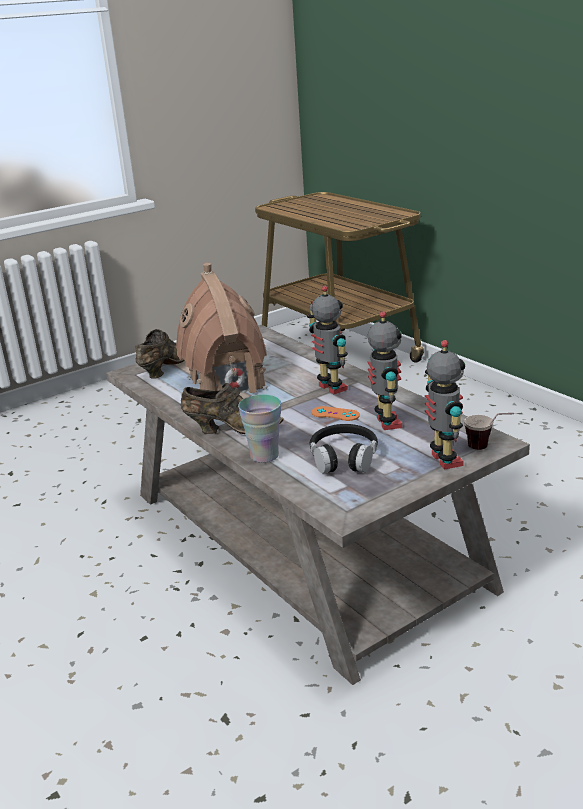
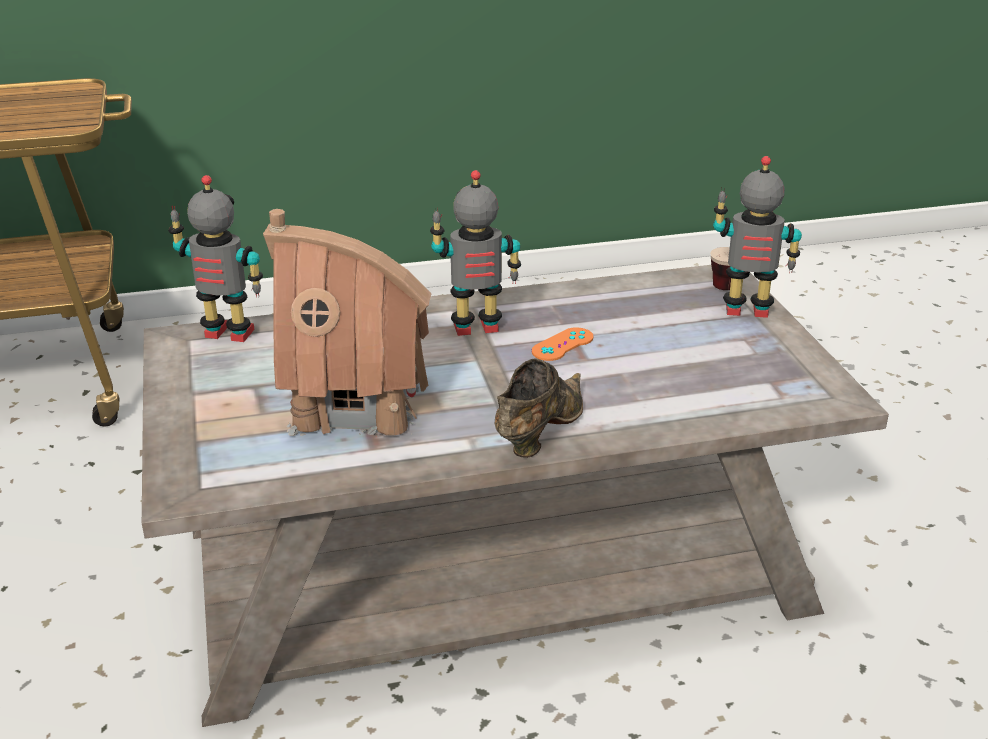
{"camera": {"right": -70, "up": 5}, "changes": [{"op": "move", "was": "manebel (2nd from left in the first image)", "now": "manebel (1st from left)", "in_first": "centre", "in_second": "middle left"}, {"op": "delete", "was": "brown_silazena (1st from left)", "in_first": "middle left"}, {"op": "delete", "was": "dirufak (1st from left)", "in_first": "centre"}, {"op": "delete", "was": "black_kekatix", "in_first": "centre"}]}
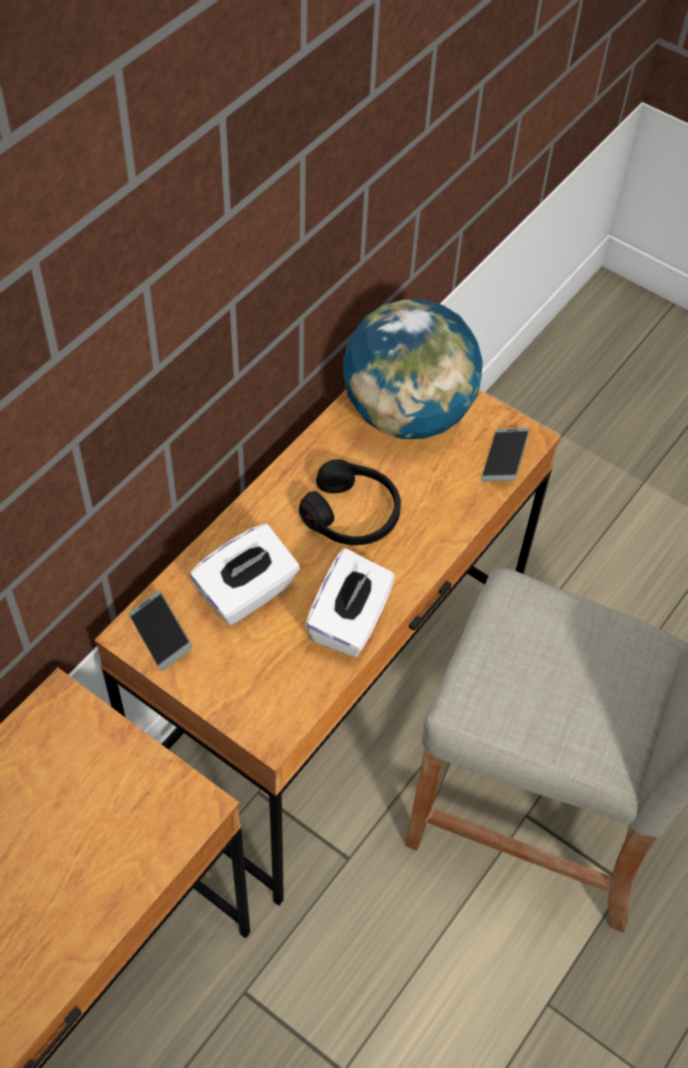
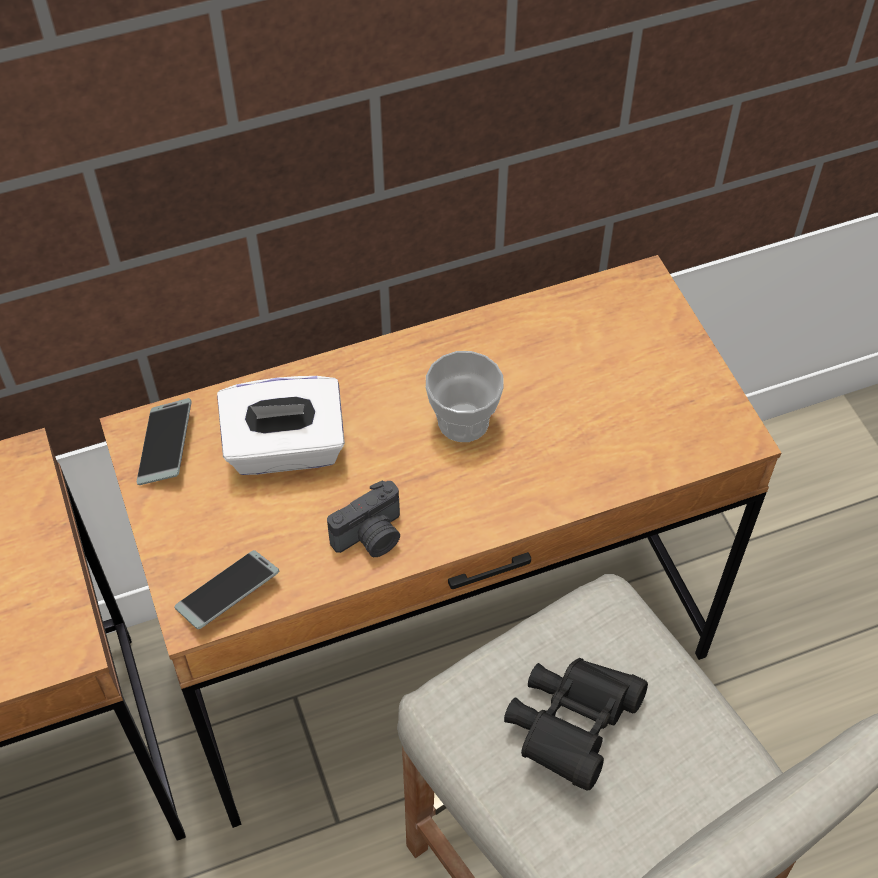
{"camera": {"right": 35, "up": 0}, "changes": [{"op": "delete", "was": "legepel", "in_first": "centre"}, {"op": "move", "was": "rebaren (2nd from left)", "in_first": "middle right", "in_second": "bottom left"}, {"op": "replace", "was": "black_kekatix", "now": "dirufak", "in_first": "centre", "in_second": "centre"}, {"op": "replace", "was": "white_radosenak (2nd from left)", "now": "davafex", "in_first": "centre", "in_second": "centre"}, {"op": "insert", "now": "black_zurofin", "in_second": "bottom centre"}]}
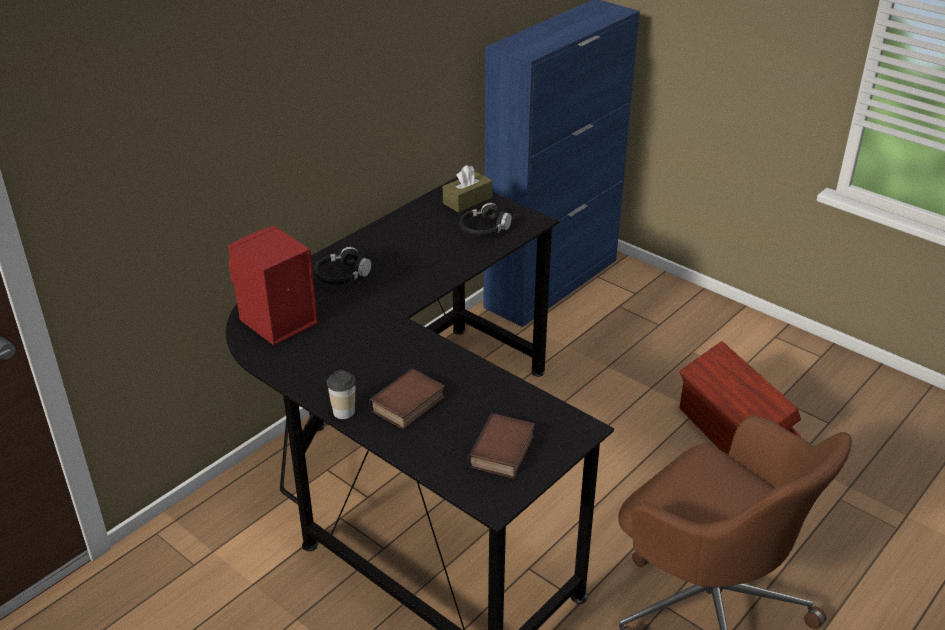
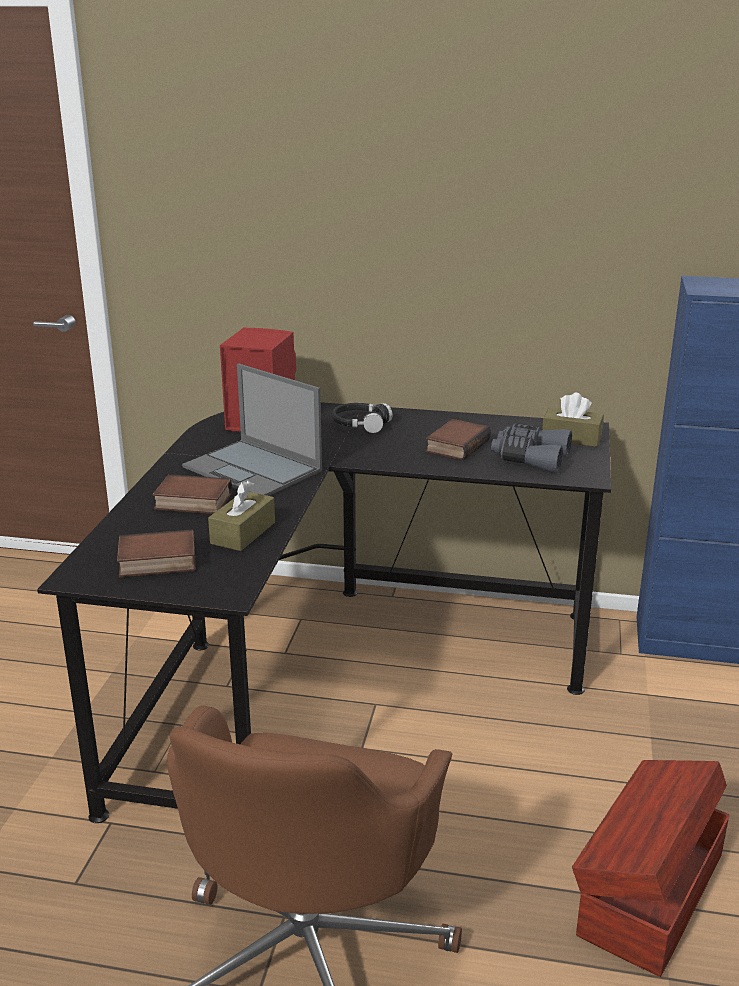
{"camera": {"right": 60, "up": -10}, "changes": [{"op": "replace", "was": "black_kekatix (2nd from left)", "now": "grey_zurofin", "in_first": "centre", "in_second": "middle right"}, {"op": "delete", "was": "dirufak", "in_first": "centre"}, {"op": "insert", "now": "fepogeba", "in_second": "centre"}, {"op": "insert", "now": "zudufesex (3rd from left)", "in_second": "centre"}, {"op": "insert", "now": "brown_radosenak (1st from left)", "in_second": "middle left"}]}
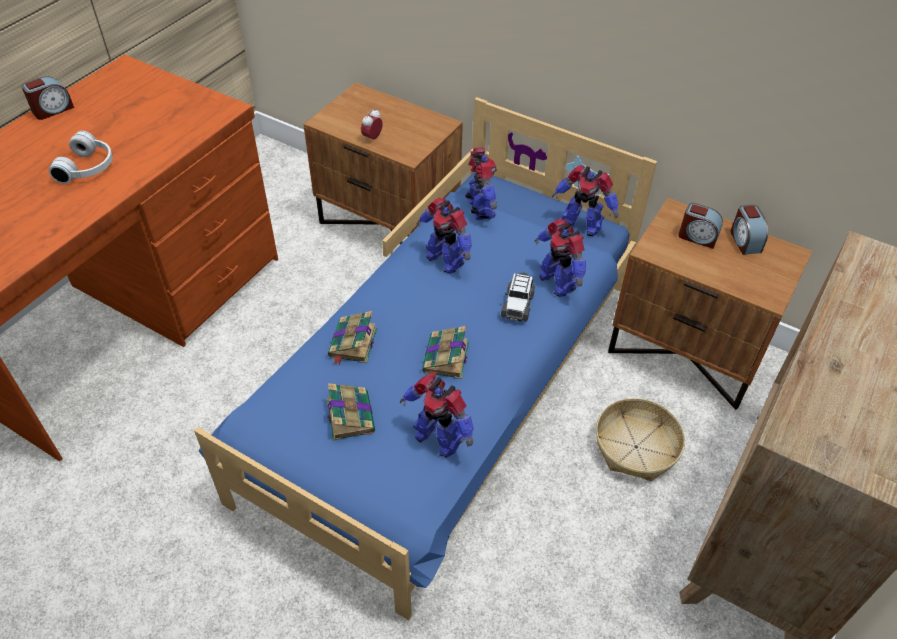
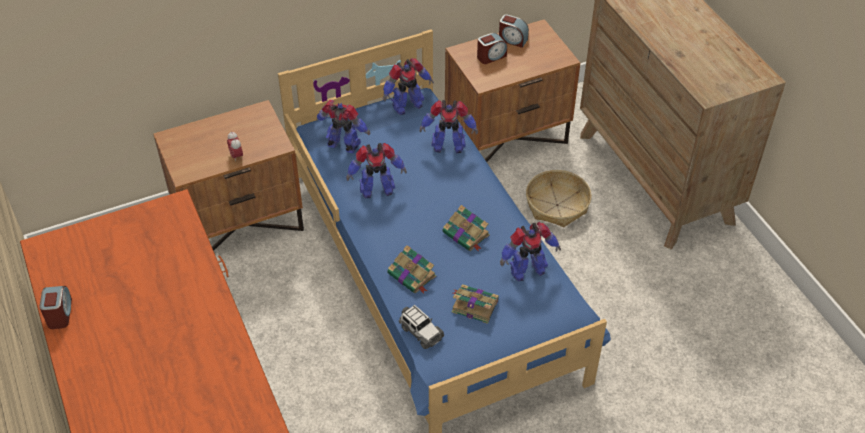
{"camera": {"right": -55, "up": 0}, "changes": [{"op": "delete", "was": "white_kekatix", "in_first": "top left"}, {"op": "move", "was": "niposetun", "in_first": "centre", "in_second": "bottom centre"}]}
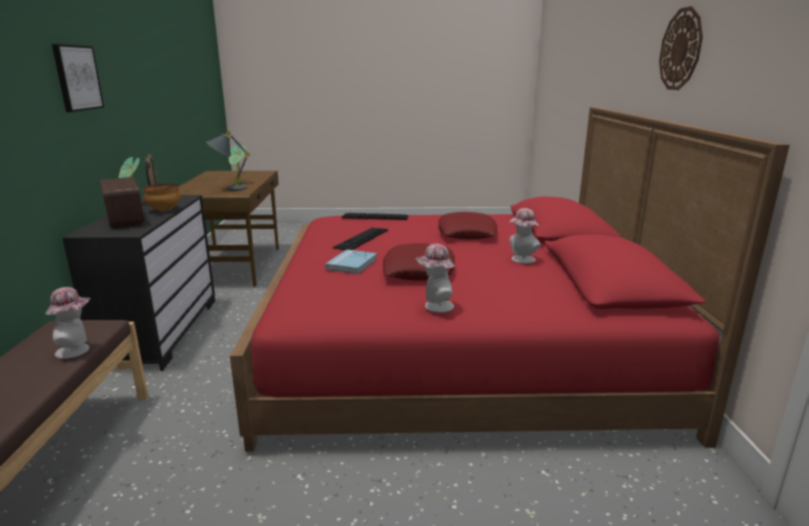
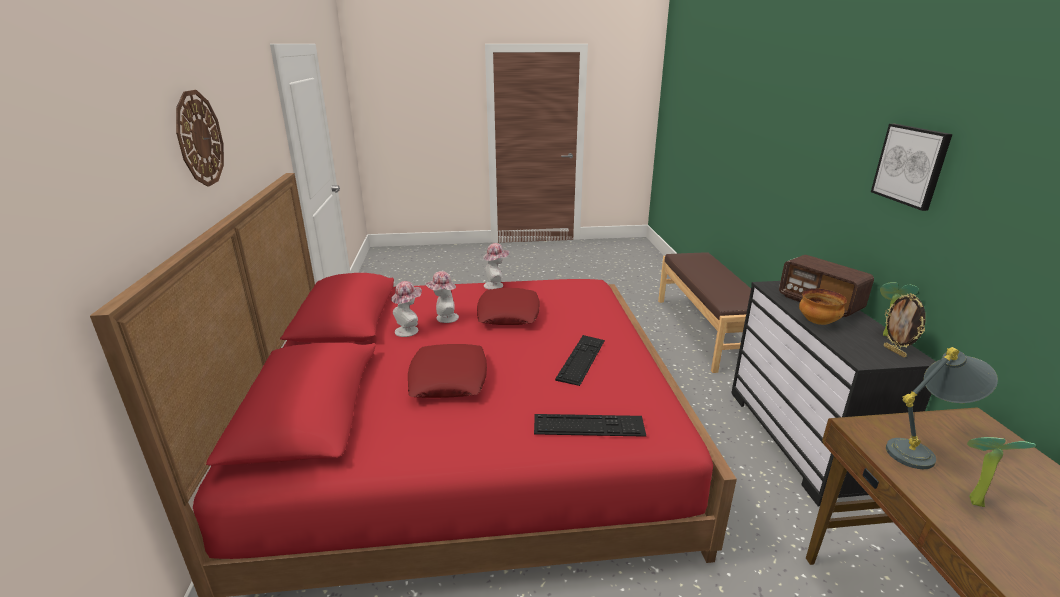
{"camera": {"right": 175, "up": 5}, "changes": [{"op": "delete", "was": "blue_zudufesex", "in_first": "centre"}, {"op": "move", "was": "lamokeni (1st from left in the first image)", "now": "lamokeni (2nd from left)", "in_first": "middle left", "in_second": "centre"}]}
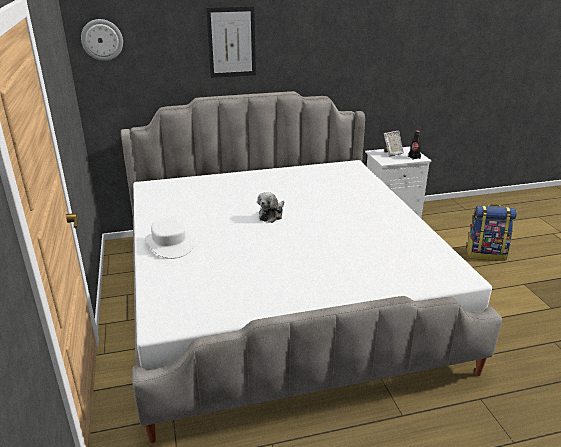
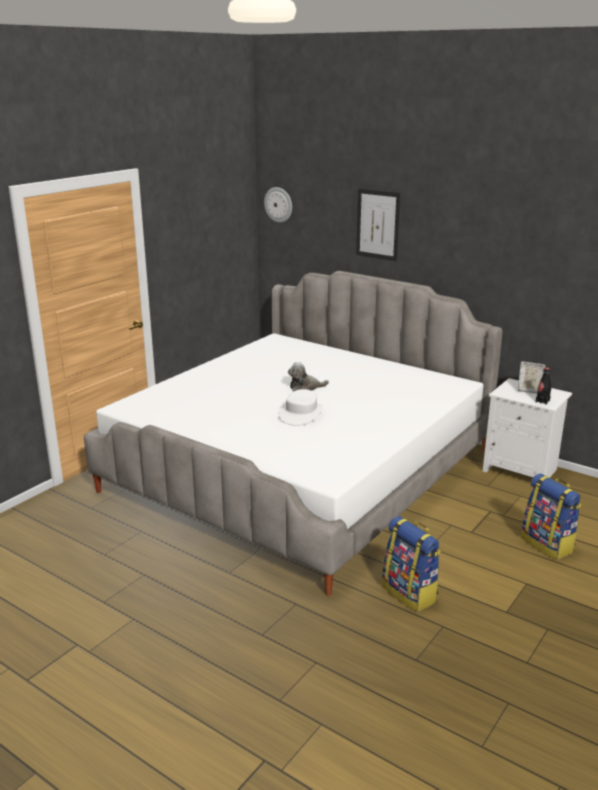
{"camera": {"right": 50, "up": -5}, "changes": [{"op": "move", "was": "white_lamokeni", "in_first": "middle left", "in_second": "centre"}, {"op": "insert", "now": "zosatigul (1st from left)", "in_second": "bottom right"}]}
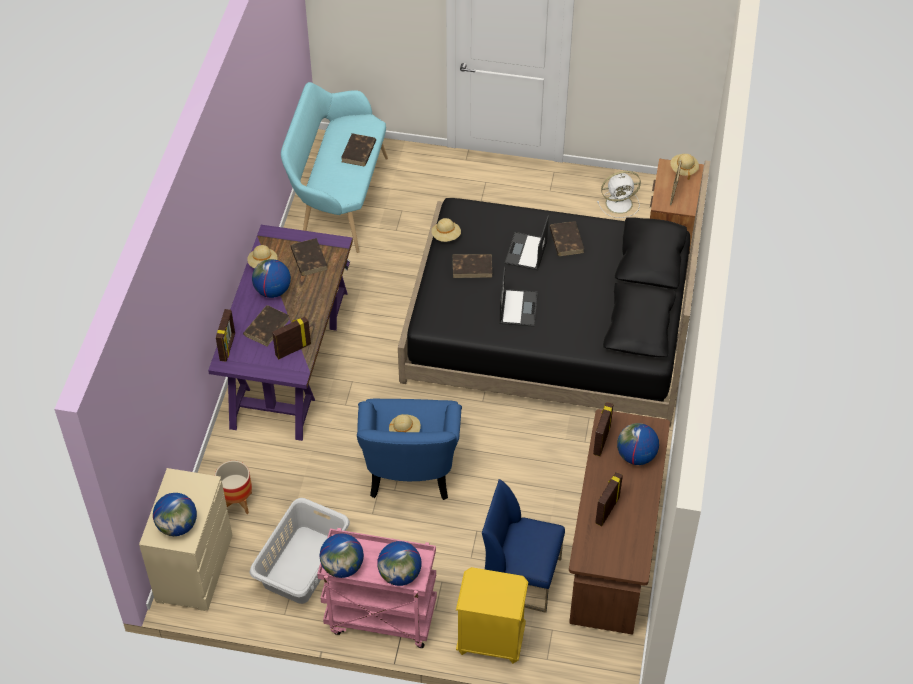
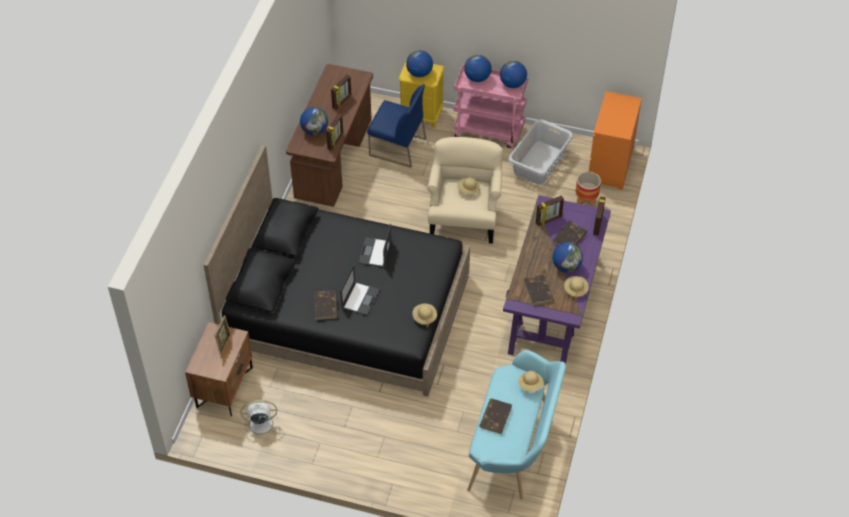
{"camera": {"right": -175, "up": 0}, "changes": [{"op": "move", "was": "beige_lamokeni (4th from left in the first image)", "now": "beige_lamokeni (3rd from left)", "in_first": "top right", "in_second": "bottom centre"}, {"op": "delete", "was": "brown_zudufesex (4th from left)", "in_first": "centre"}, {"op": "recolor", "was": "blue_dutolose", "now": "beige_dutolose", "in_first": "centre", "in_second": "centre"}, {"op": "recolor", "was": "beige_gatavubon", "now": "orange_gatavubon", "in_first": "bottom left", "in_second": "top right"}, {"op": "move", "was": "legepel (1st from left in the first image)", "now": "legepel (2nd from left)", "in_first": "bottom left", "in_second": "top centre"}]}
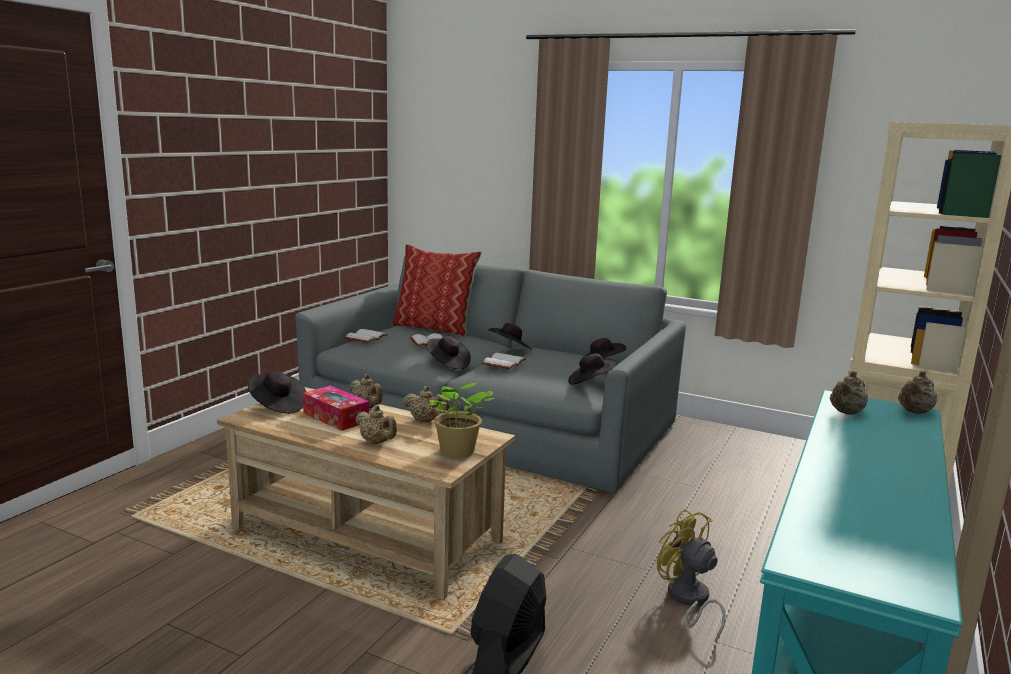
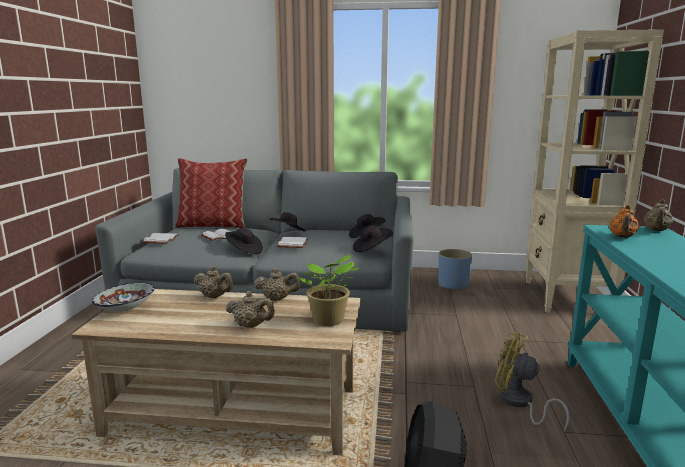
{"camera": {"right": -20, "up": 0}, "changes": [{"op": "replace", "was": "black_lamokeni (1st from left)", "now": "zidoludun", "in_first": "middle left", "in_second": "middle left"}, {"op": "recolor", "was": "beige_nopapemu (4th from left)", "now": "orange_nopapemu", "in_first": "middle right", "in_second": "middle right"}, {"op": "delete", "was": "radosenak", "in_first": "middle left"}, {"op": "insert", "now": "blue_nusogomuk", "in_second": "centre"}]}
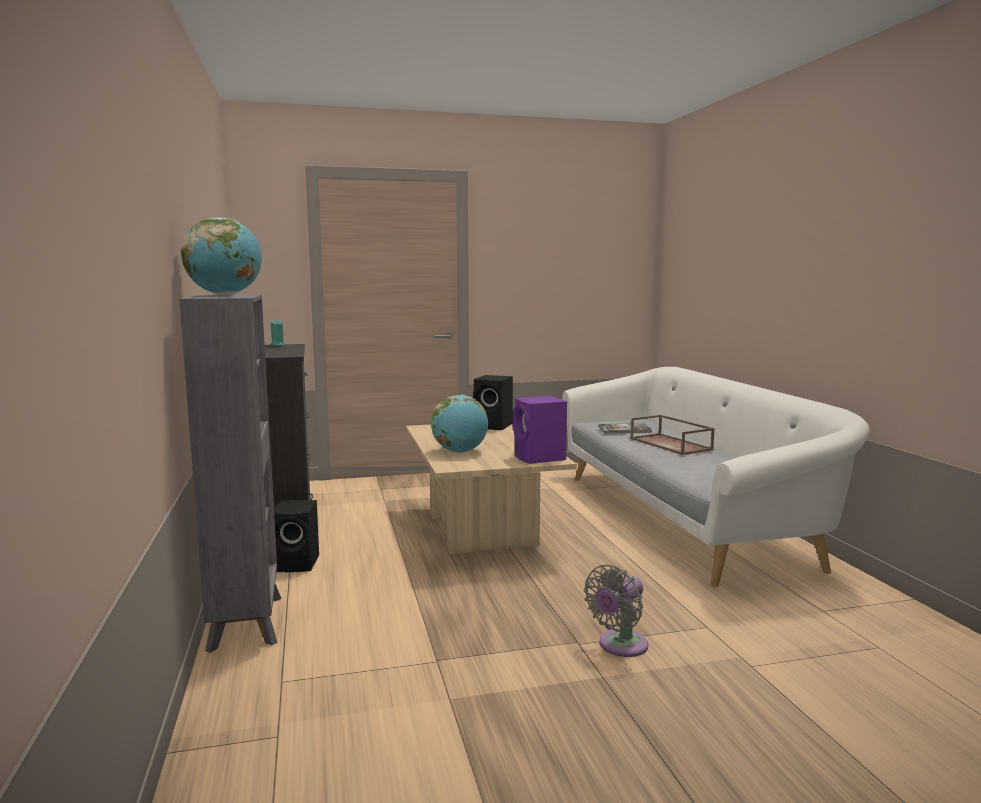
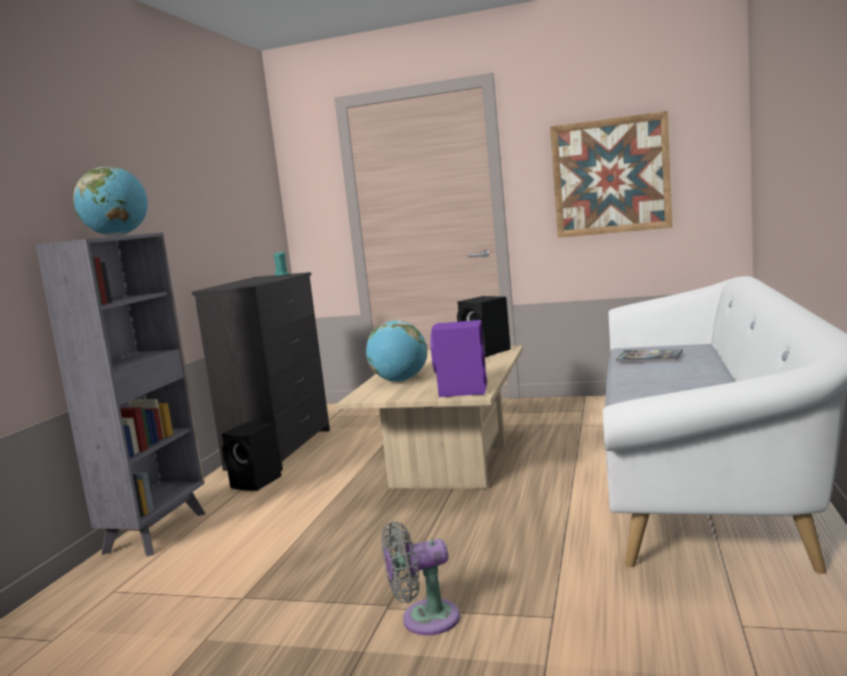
{"camera": {"right": 30, "up": 0}, "changes": [{"op": "delete", "was": "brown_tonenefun", "in_first": "middle right"}, {"op": "insert", "now": "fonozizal", "in_second": "top right"}]}
